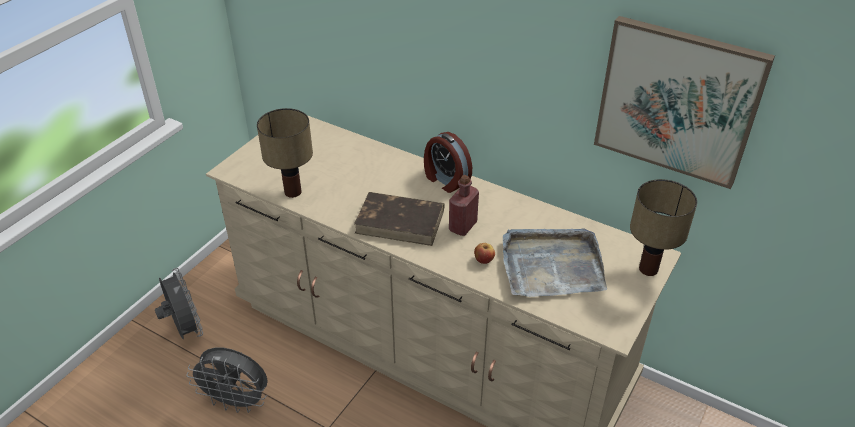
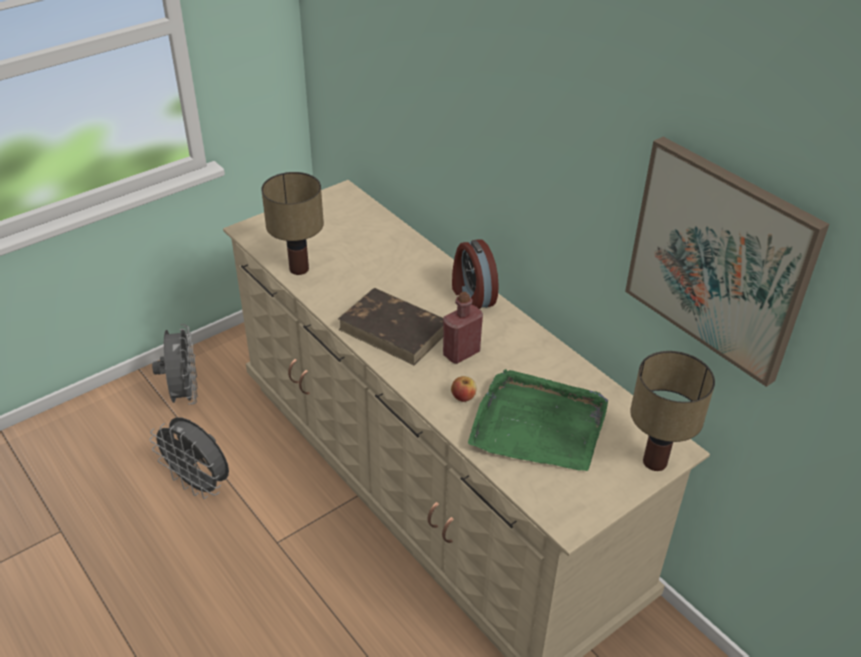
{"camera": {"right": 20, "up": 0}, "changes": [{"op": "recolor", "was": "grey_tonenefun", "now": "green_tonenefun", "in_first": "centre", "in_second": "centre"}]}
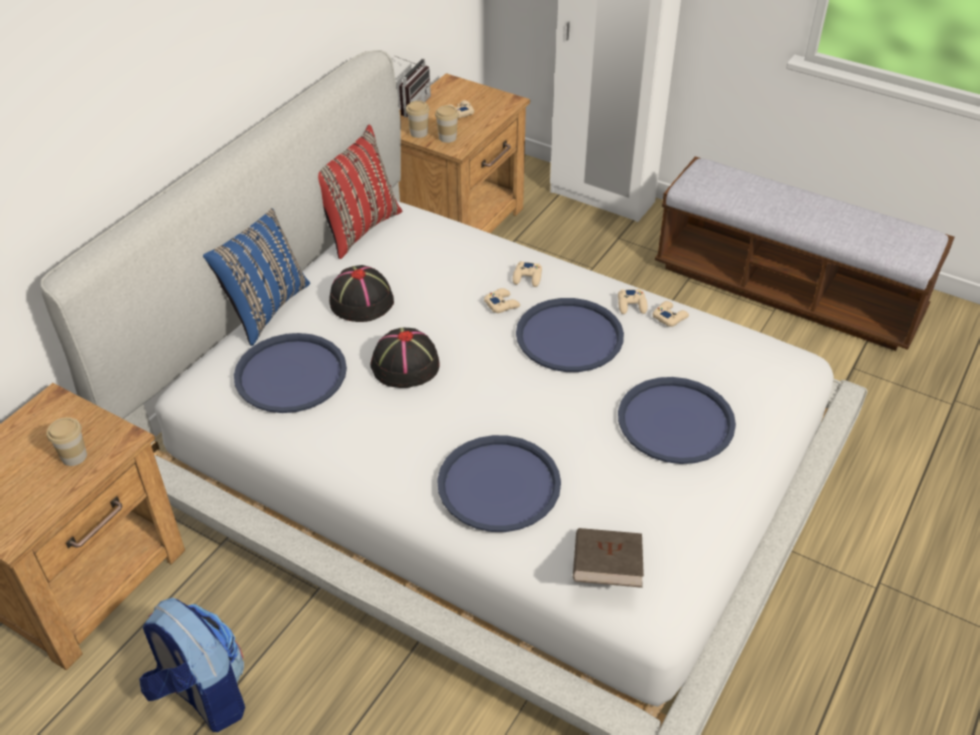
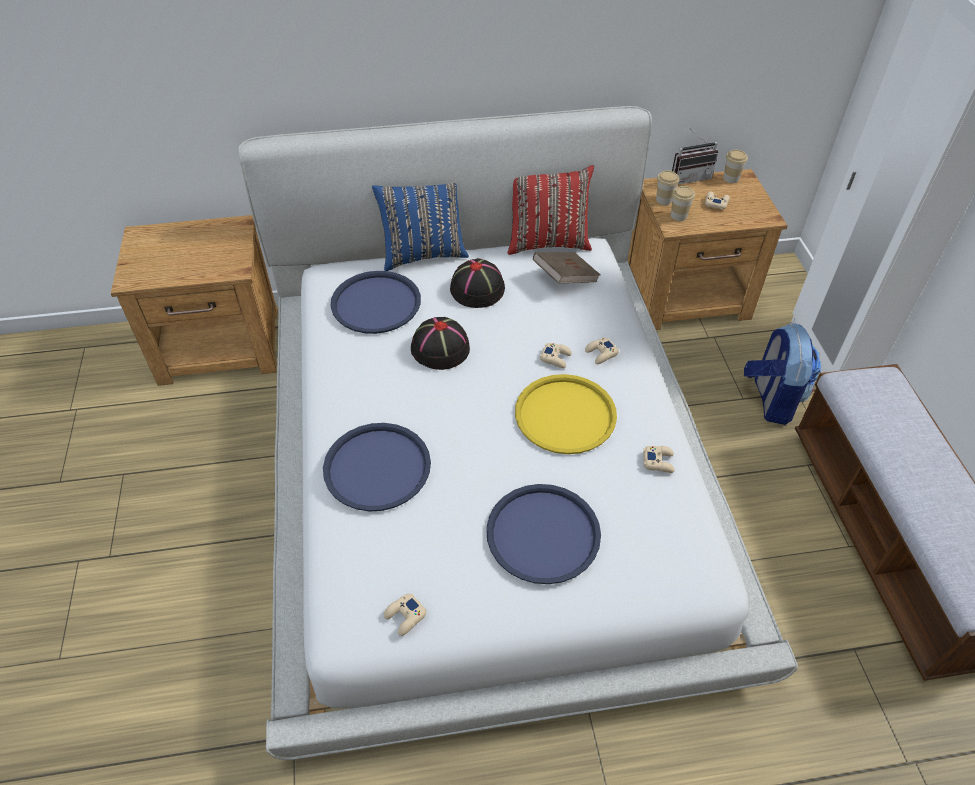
{"camera": {"right": 50, "up": 5}, "changes": [{"op": "move", "was": "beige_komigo (4th from left in the first image)", "now": "beige_komigo (1st from left)", "in_first": "centre", "in_second": "bottom centre"}, {"op": "recolor", "was": "blue_tonenefun (3rd from left)", "now": "yellow_tonenefun", "in_first": "centre", "in_second": "centre"}, {"op": "move", "was": "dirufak (1st from left in the first image)", "now": "dirufak (3rd from left)", "in_first": "middle left", "in_second": "top right"}, {"op": "move", "was": "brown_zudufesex", "in_first": "bottom centre", "in_second": "centre"}, {"op": "move", "was": "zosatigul", "in_first": "bottom left", "in_second": "middle right"}]}
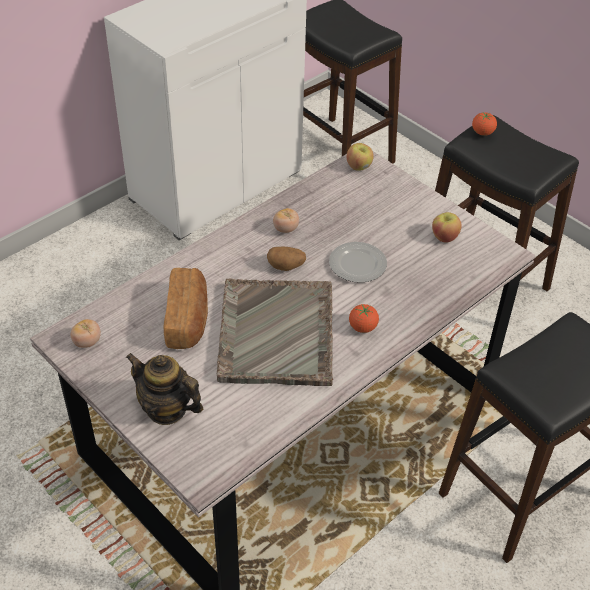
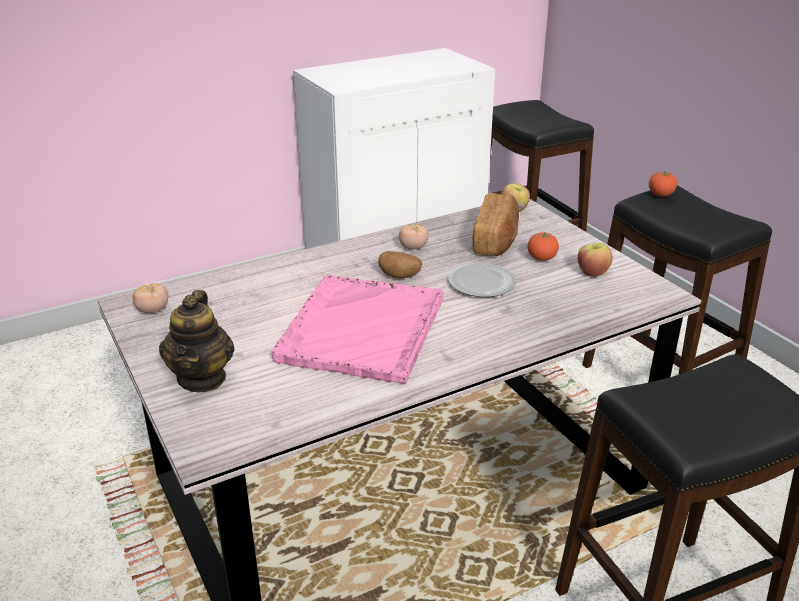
{"camera": {"right": 15, "up": -15}, "changes": [{"op": "move", "was": "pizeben", "in_first": "middle left", "in_second": "centre"}, {"op": "recolor", "was": "grey_tonenefun", "now": "pink_tonenefun", "in_first": "centre", "in_second": "centre"}, {"op": "move", "was": "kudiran (3rd from left)", "in_first": "centre", "in_second": "middle right"}, {"op": "rotate", "was": "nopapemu", "in_first": "middle left", "in_second": "middle left", "clockwise": -135}]}
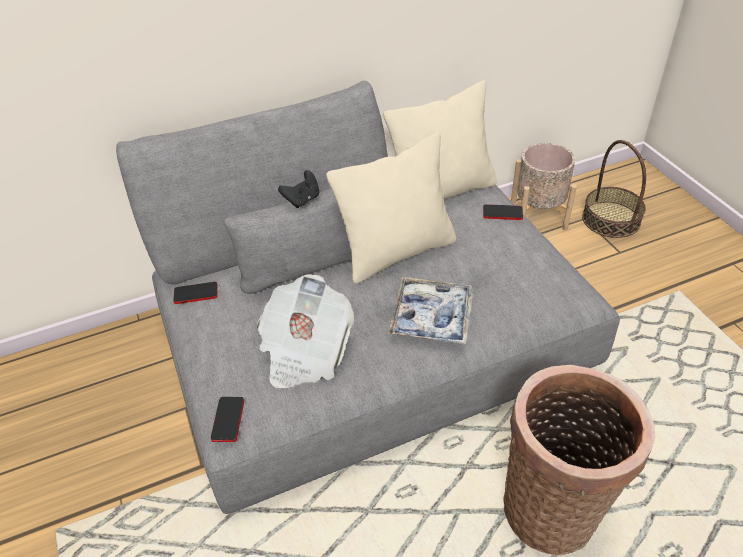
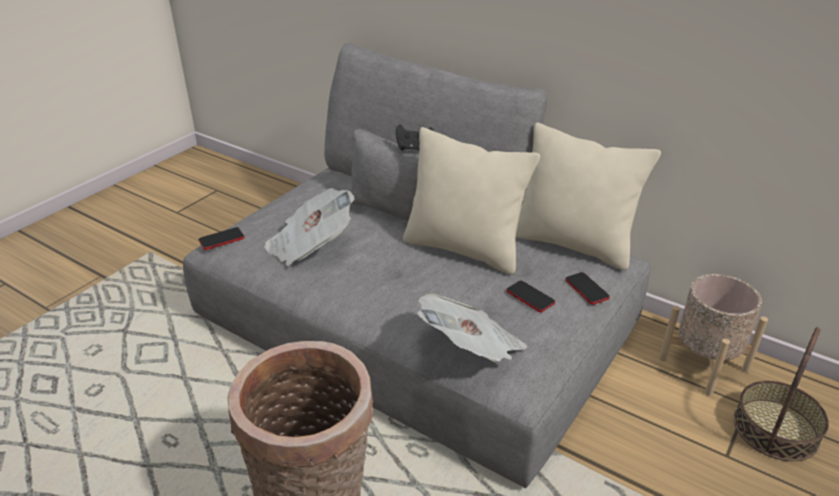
{"camera": {"right": 55, "up": -10}, "changes": [{"op": "delete", "was": "tonenefun", "in_first": "centre"}, {"op": "move", "was": "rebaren (1st from left in the first image)", "now": "rebaren (2nd from left)", "in_first": "middle left", "in_second": "centre"}, {"op": "insert", "now": "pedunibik (2nd from left)", "in_second": "centre"}]}
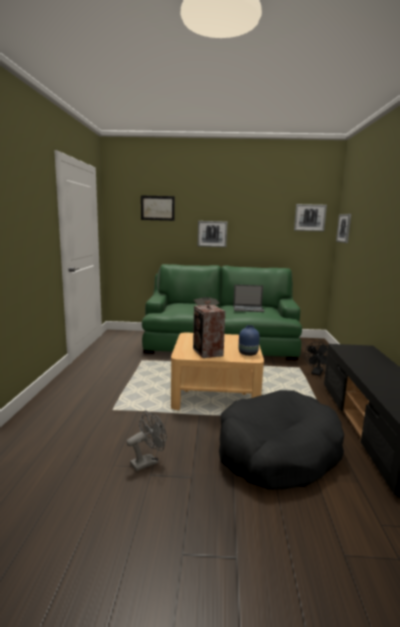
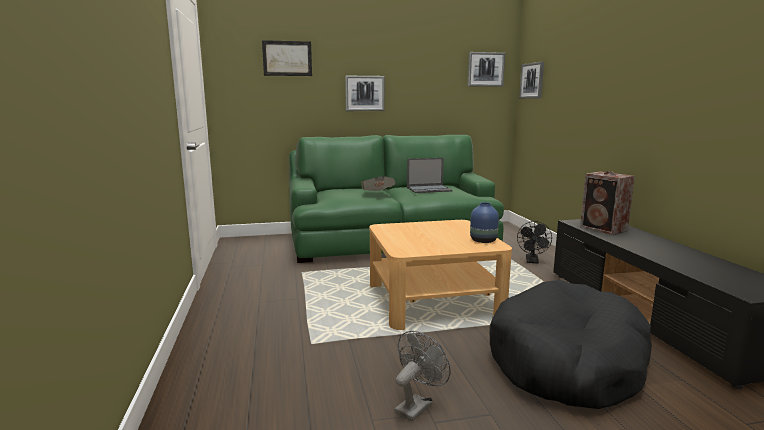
{"camera": {"right": -15, "up": 0}, "changes": [{"op": "move", "was": "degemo", "in_first": "centre", "in_second": "middle right"}]}
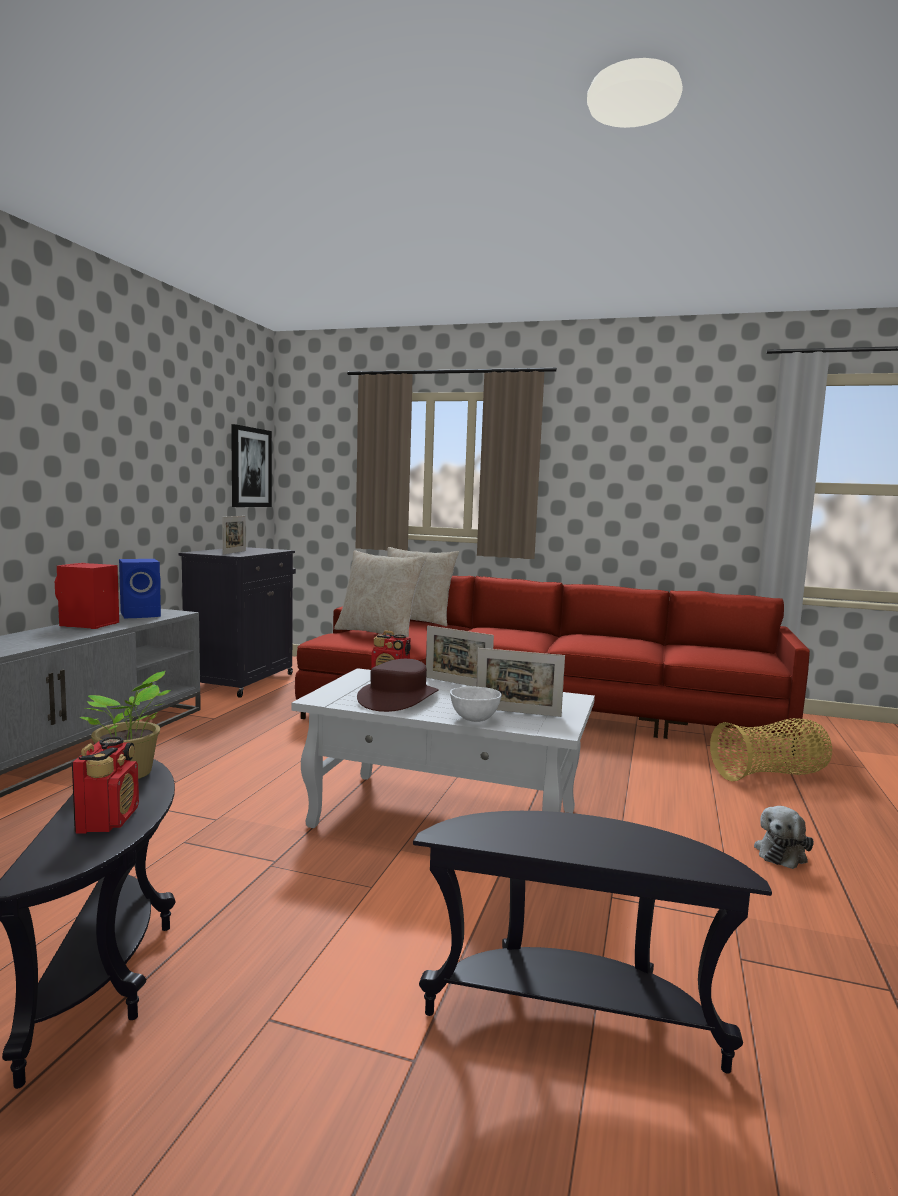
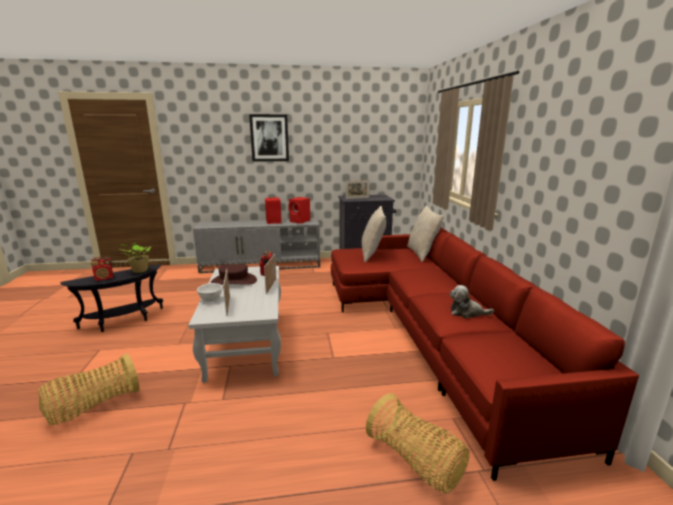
{"camera": {"right": 65, "up": 10}, "changes": [{"op": "move", "was": "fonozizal", "in_first": "middle left", "in_second": "top centre"}, {"op": "recolor", "was": "blue_degemo", "now": "red_degemo (2nd from left)", "in_first": "middle left", "in_second": "centre"}, {"op": "move", "was": "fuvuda", "in_first": "bottom right", "in_second": "middle right"}, {"op": "replace", "was": "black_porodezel (2nd from left)", "now": "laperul (1st from left)", "in_first": "bottom centre", "in_second": "bottom left"}]}
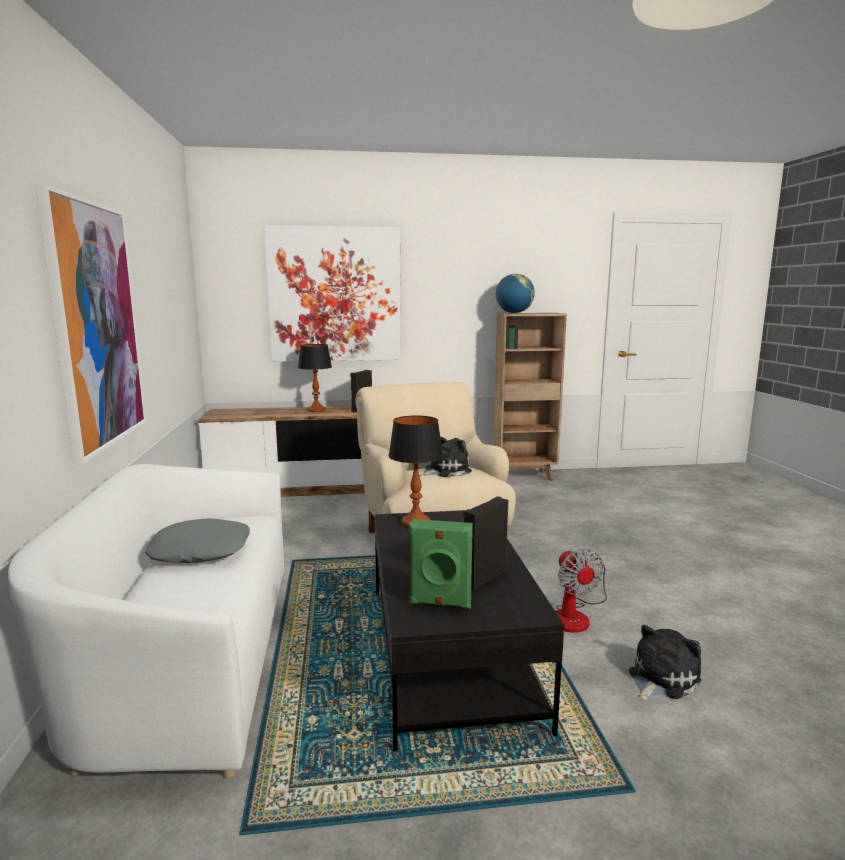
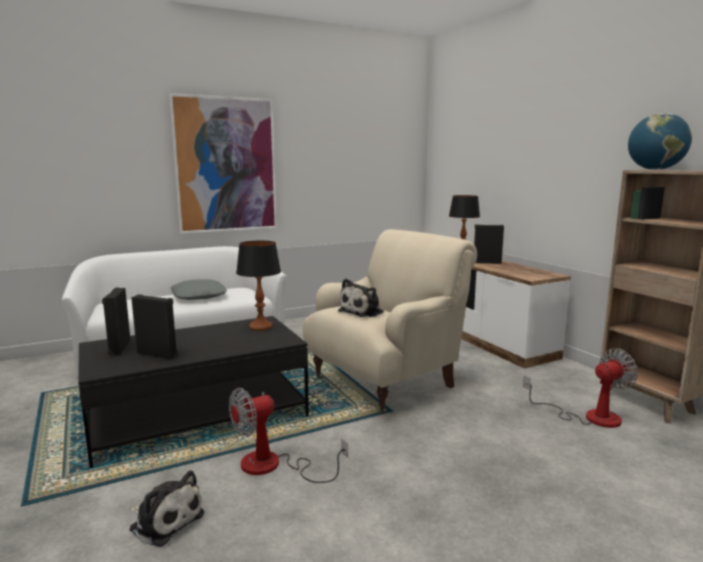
{"camera": {"right": 70, "up": 0}, "changes": [{"op": "delete", "was": "fonozizal (2nd from left)", "in_first": "centre"}, {"op": "rotate", "was": "fuvuda (1st from left in the first image)", "in_first": "centre", "in_second": "centre", "clockwise": 90}, {"op": "recolor", "was": "green_degemo", "now": "black_degemo (1st from left)", "in_first": "centre", "in_second": "middle left"}, {"op": "insert", "now": "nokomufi (2nd from left)", "in_second": "bottom right"}]}
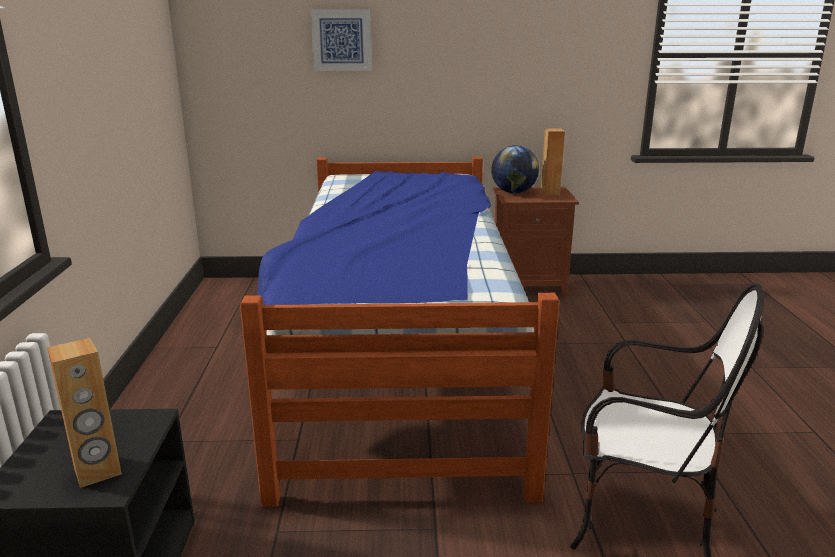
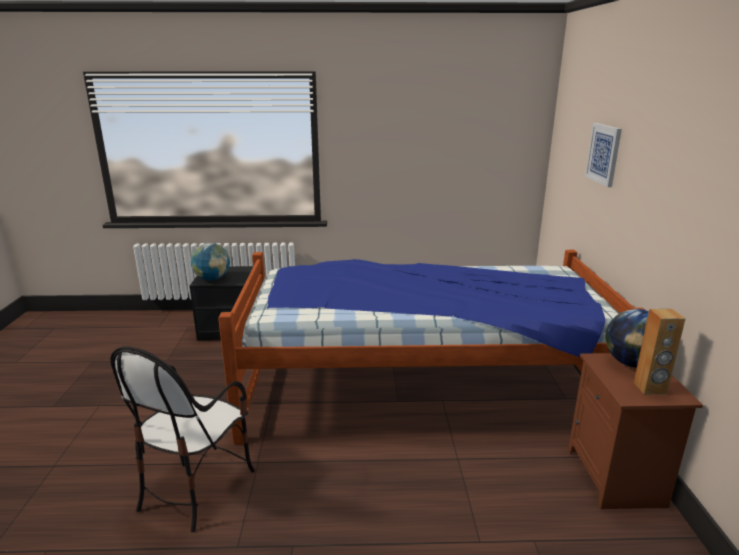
{"camera": {"right": 90, "up": 0}, "changes": [{"op": "replace", "was": "brown_degemo (1st from left)", "now": "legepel (1st from left)", "in_first": "bottom left", "in_second": "middle left"}]}
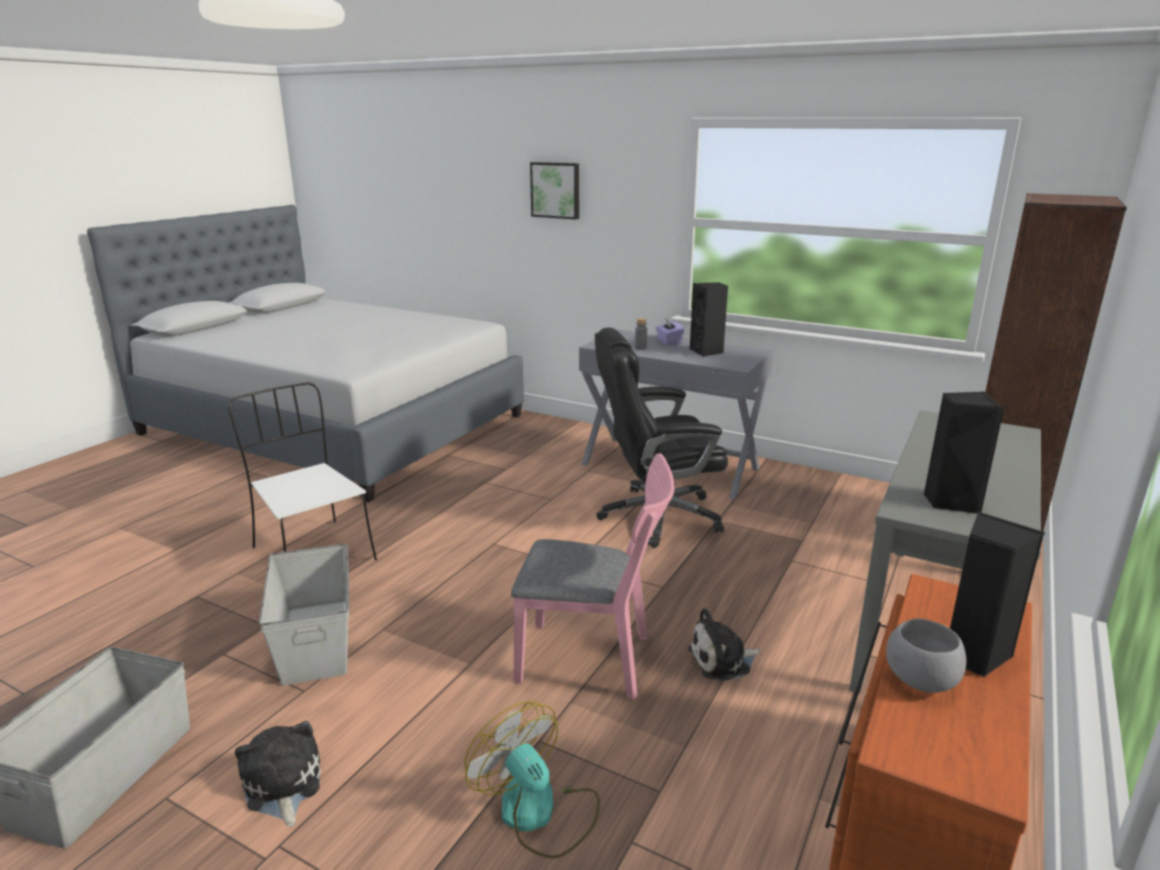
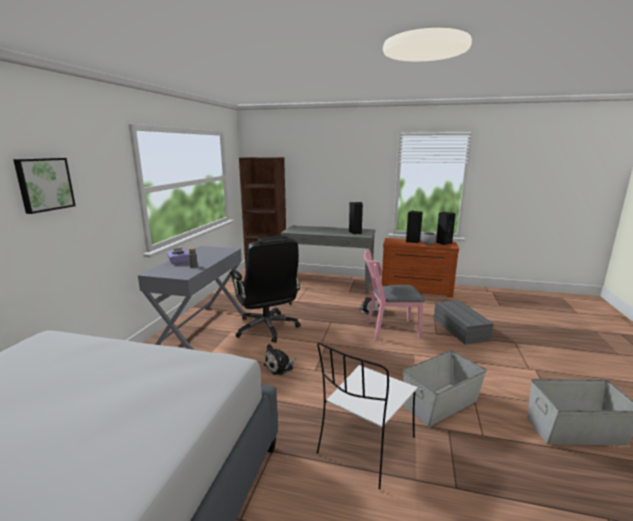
{"camera": {"right": -105, "up": -5}, "changes": [{"op": "move", "was": "black_degemo (1st from left in the first image)", "now": "black_degemo (3rd from left)", "in_first": "centre", "in_second": "middle right"}, {"op": "rotate", "was": "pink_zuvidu", "in_first": "centre", "in_second": "centre", "clockwise": -90}, {"op": "replace", "was": "nokomufi", "now": "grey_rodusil (2nd from left)", "in_first": "bottom centre", "in_second": "middle right"}, {"op": "move", "was": "fuvuda (1st from left)", "in_first": "bottom left", "in_second": "bottom centre"}]}
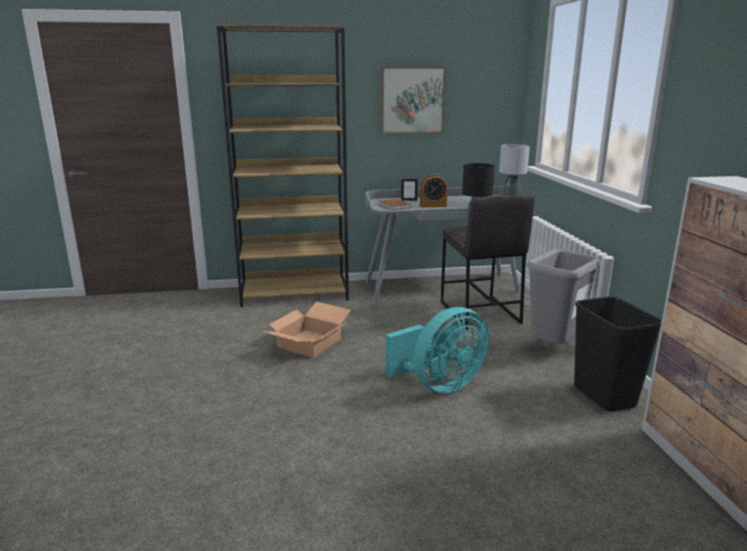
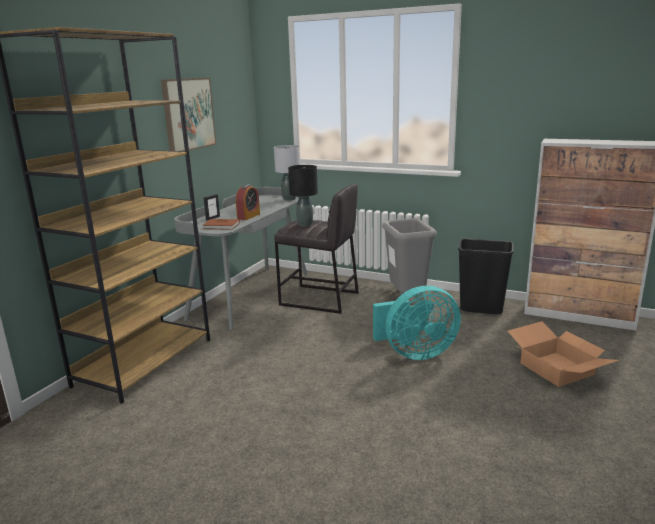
{"camera": {"right": -55, "up": 0}, "changes": [{"op": "move", "was": "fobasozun", "in_first": "centre", "in_second": "bottom right"}, {"op": "rotate", "was": "turquoise_nokomufi", "in_first": "centre", "in_second": "centre", "clockwise": 75}]}
